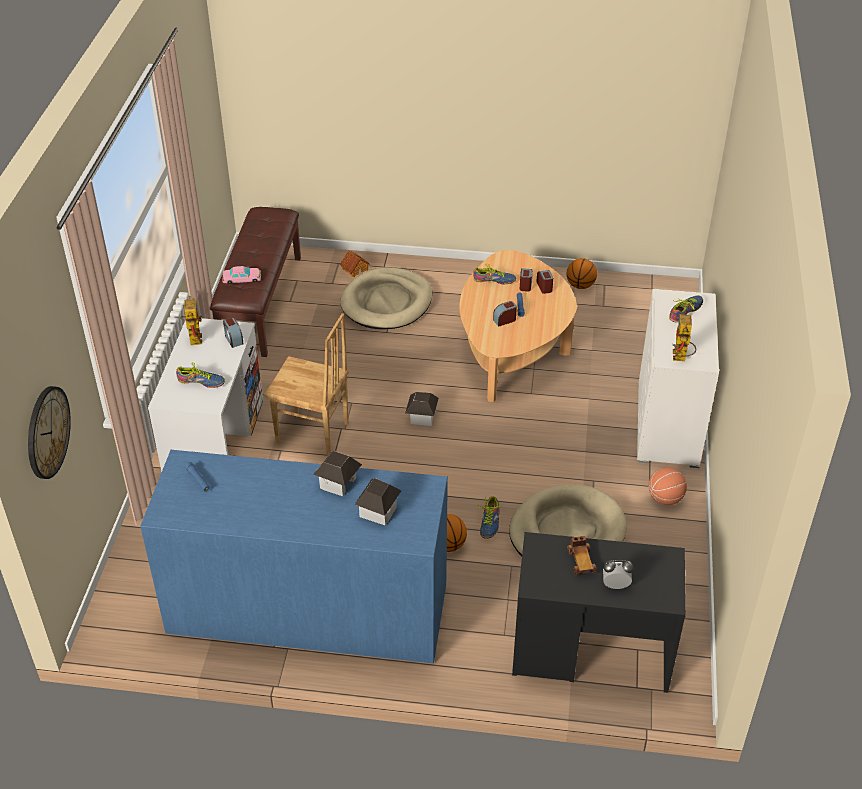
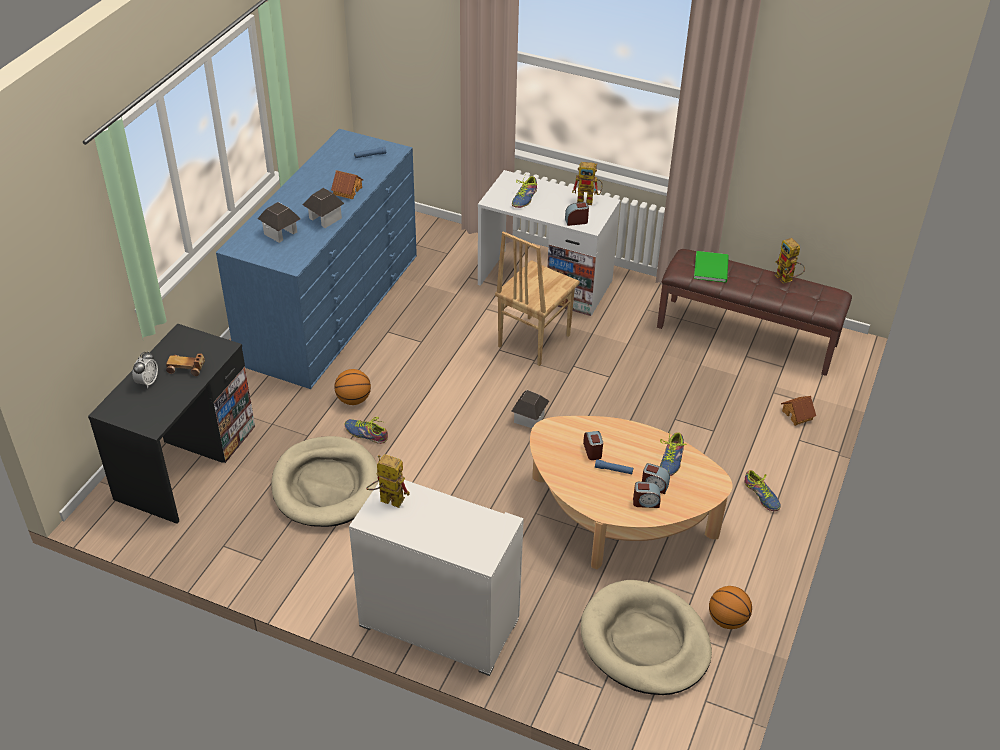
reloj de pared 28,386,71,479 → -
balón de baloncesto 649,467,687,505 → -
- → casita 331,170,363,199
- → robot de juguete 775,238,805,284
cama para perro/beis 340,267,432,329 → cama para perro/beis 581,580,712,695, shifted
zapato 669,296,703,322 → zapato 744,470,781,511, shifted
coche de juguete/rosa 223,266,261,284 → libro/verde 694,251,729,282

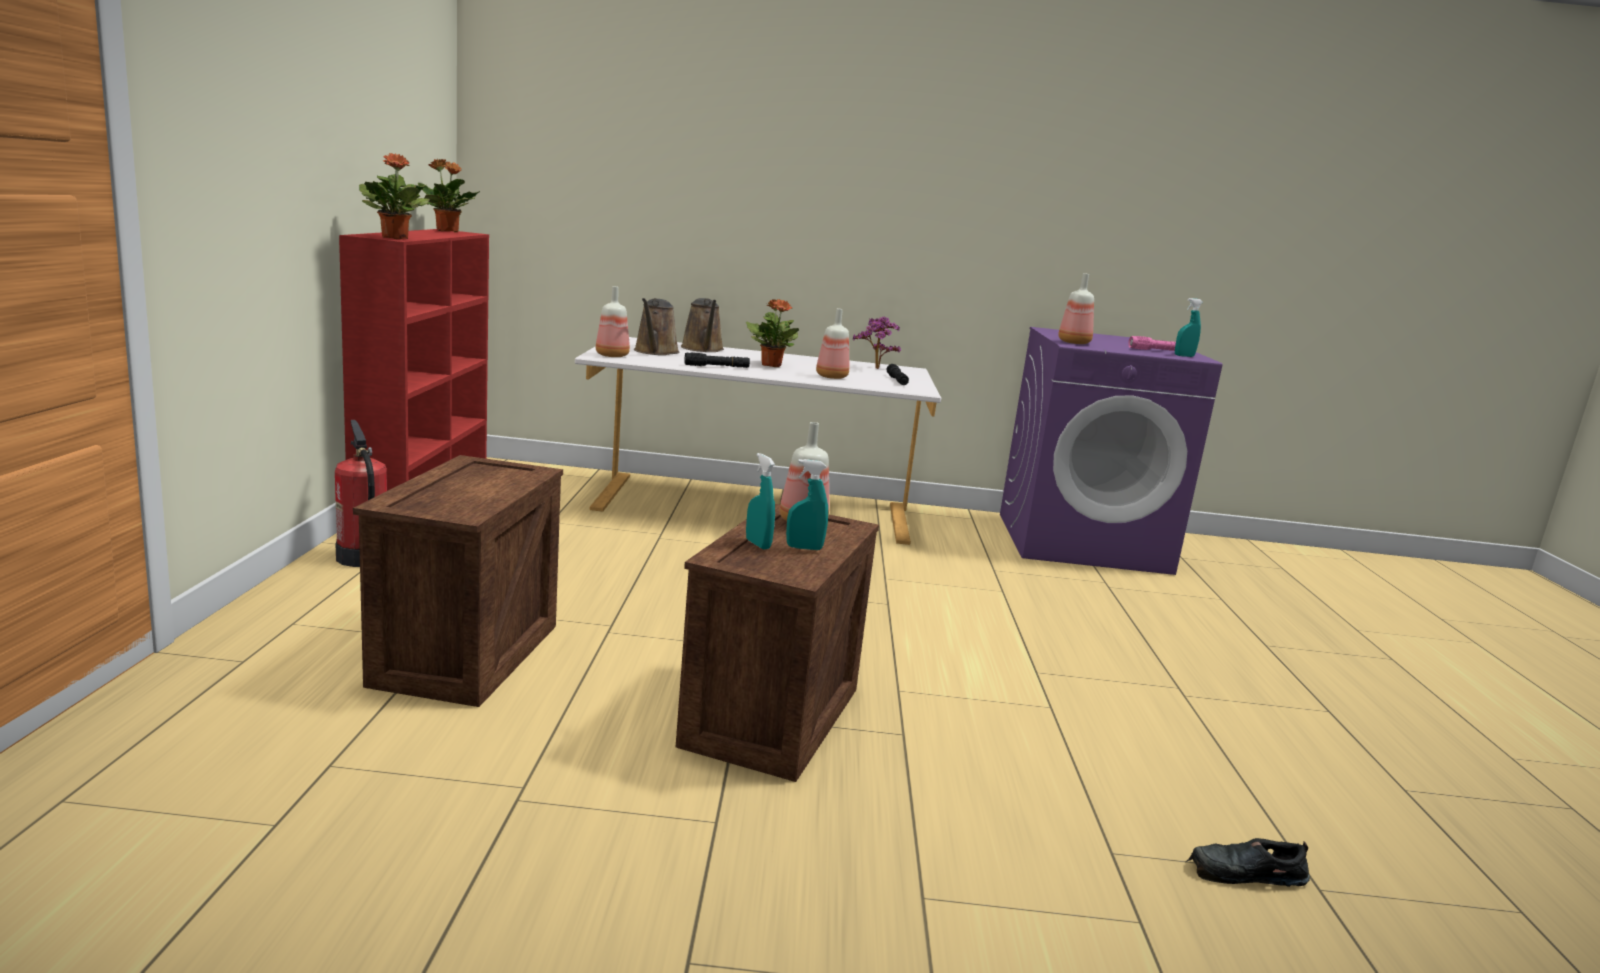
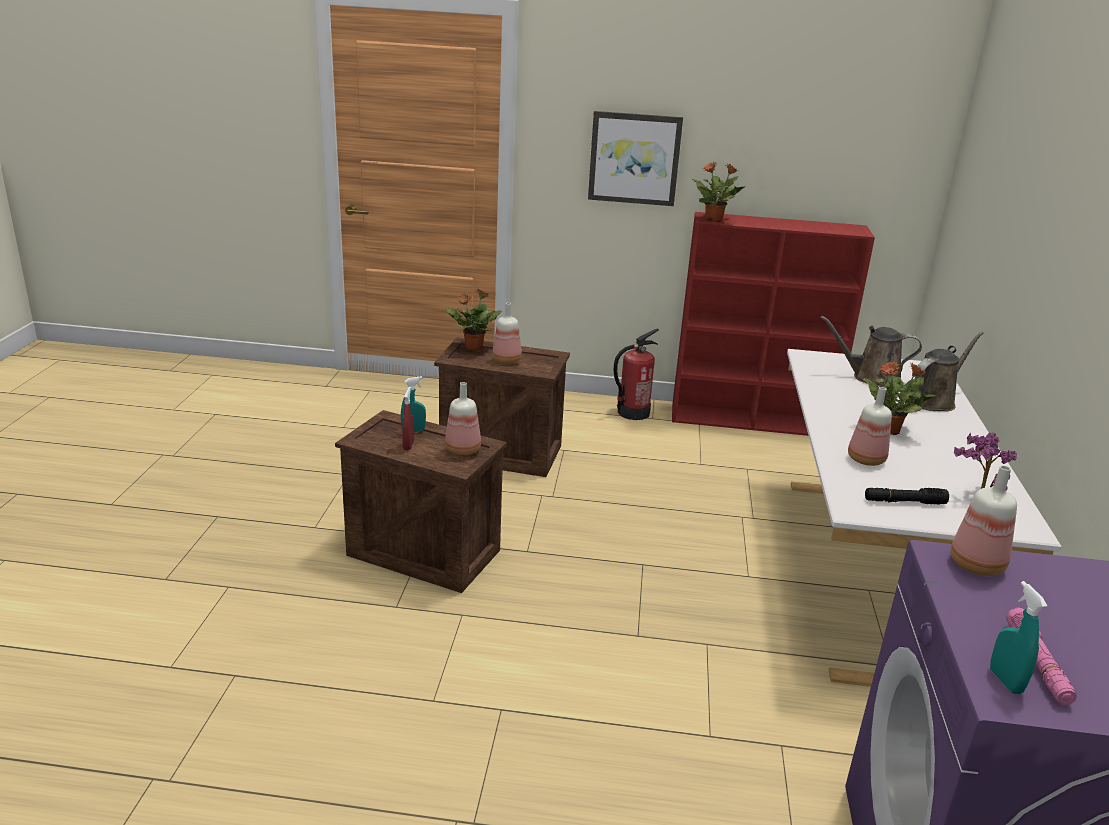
linterna/negro 684,352,750,368 → -
zapato/negro 1186,838,1310,887 → -
- → cuadro 588,111,683,206
planta en maceta 418,159,480,232 → planta en maceta 446,289,502,351, shifted
botella 596,286,630,357 → botella 492,302,522,364, shifted
pulverizador/turquesa 786,459,828,550 → pulverizador/rojo 402,387,414,450
regadera/marrón 681,298,724,352 → regadera/marrón 913,331,983,411, 150 degrees clockwise

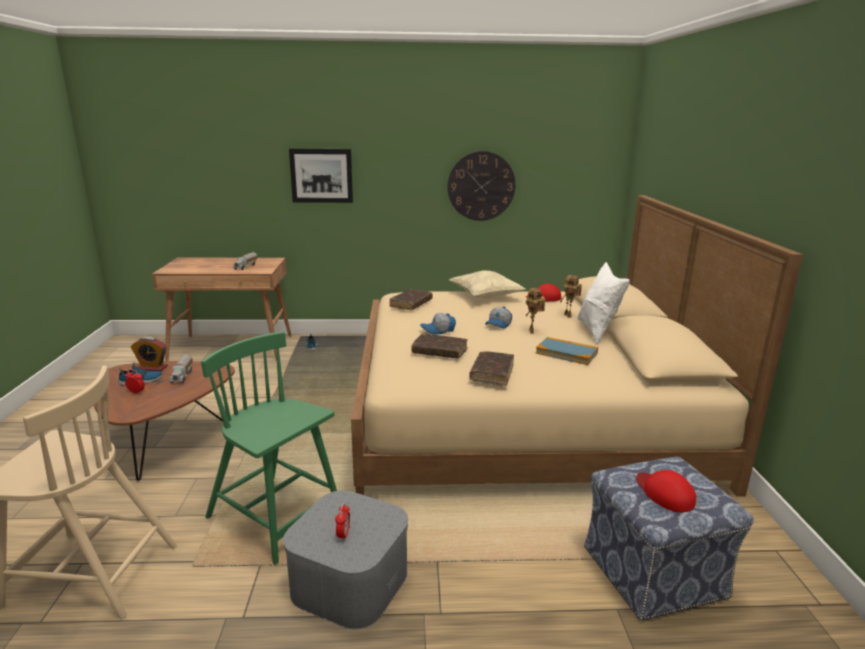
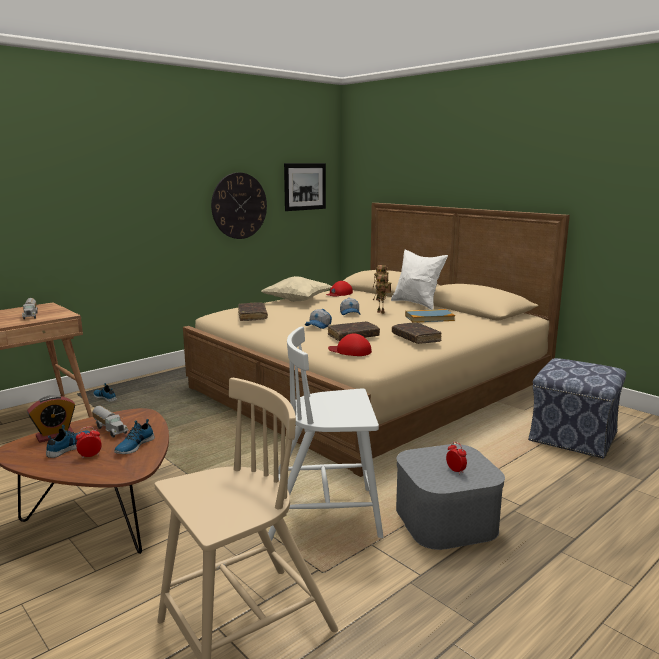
- → zapato 114,419,155,454
cuadro 289,148,353,203 → cuadro 284,163,326,211, shifted
gorra/rojo 636,470,696,512 → gorra/rojo 328,333,372,356, shifted
silla/verde 201,331,337,565 → silla/blanco 268,327,383,541

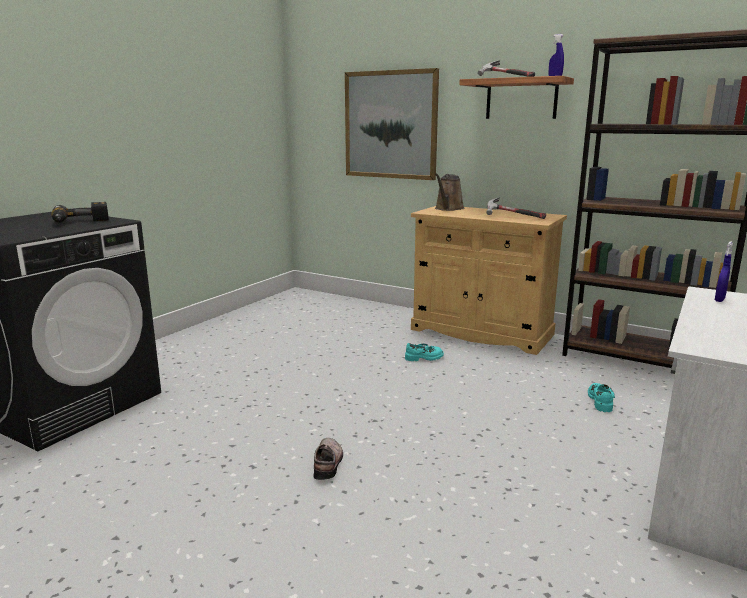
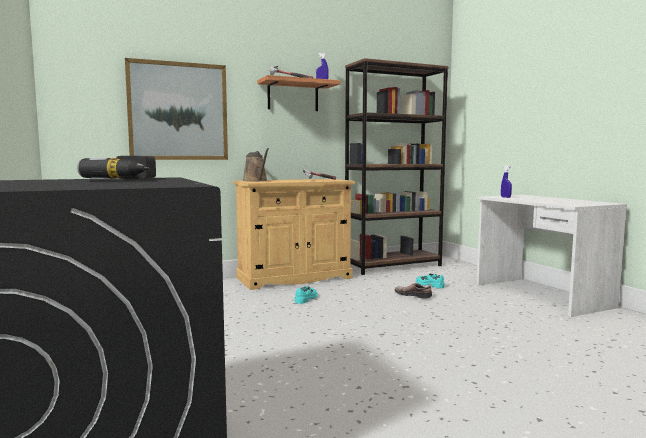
zapato 314,438,343,480 → zapato 395,283,432,299, shifted

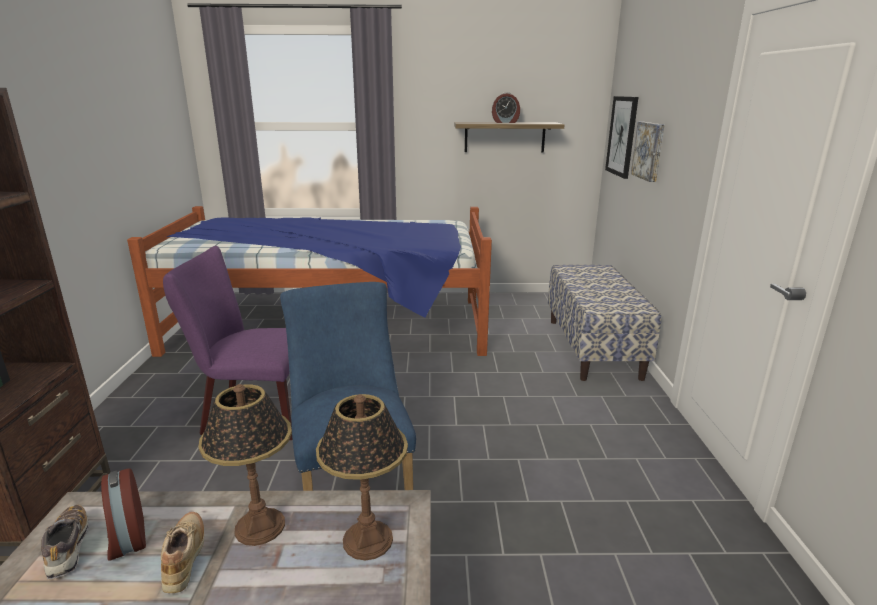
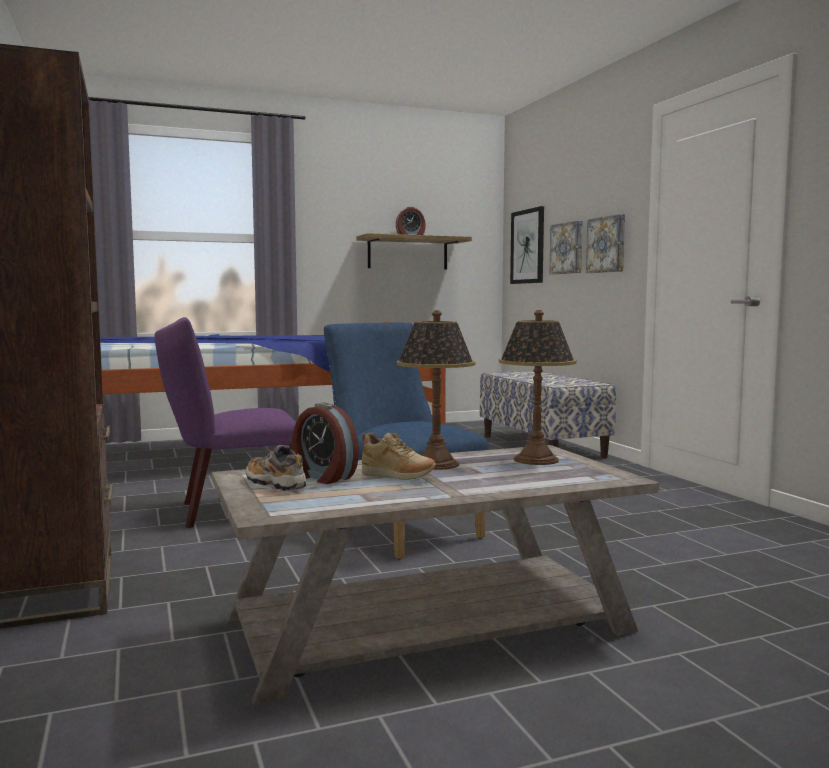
- → cuadro 586,214,625,273
zapato/beis 161,512,204,593 → zapato/beis 362,433,436,480, 150 degrees clockwise

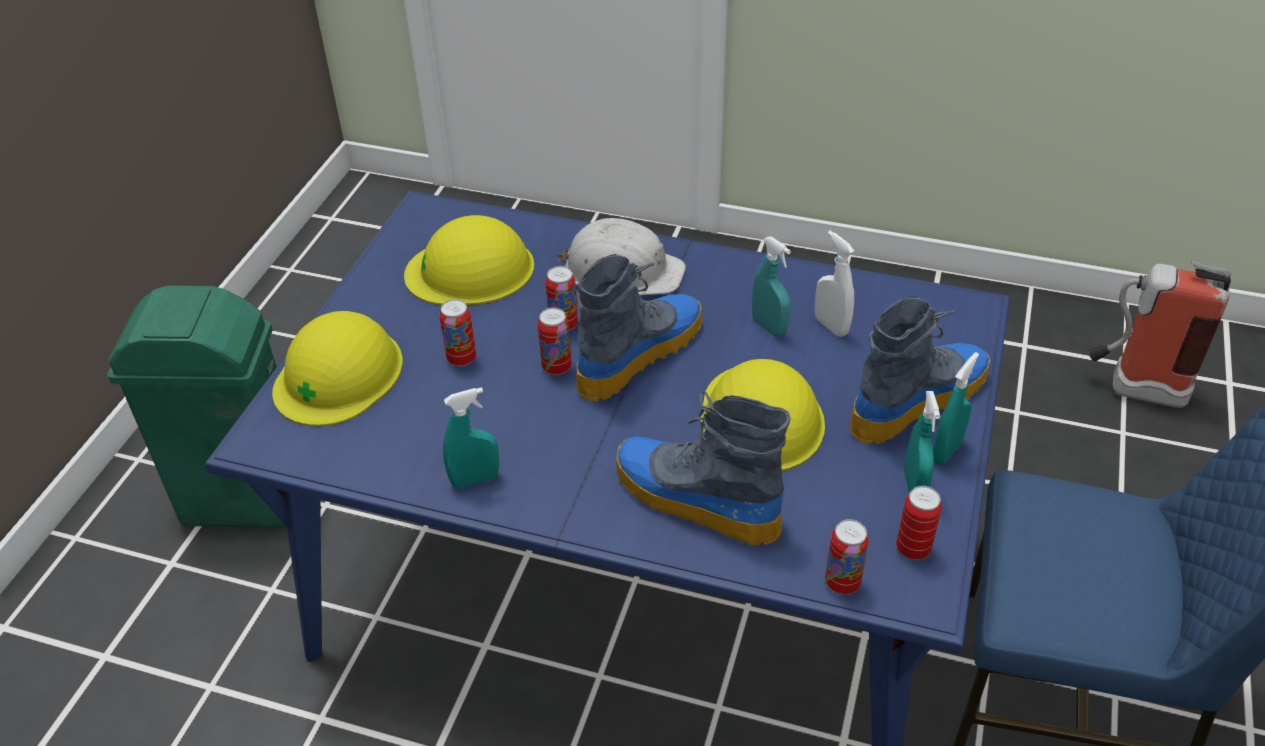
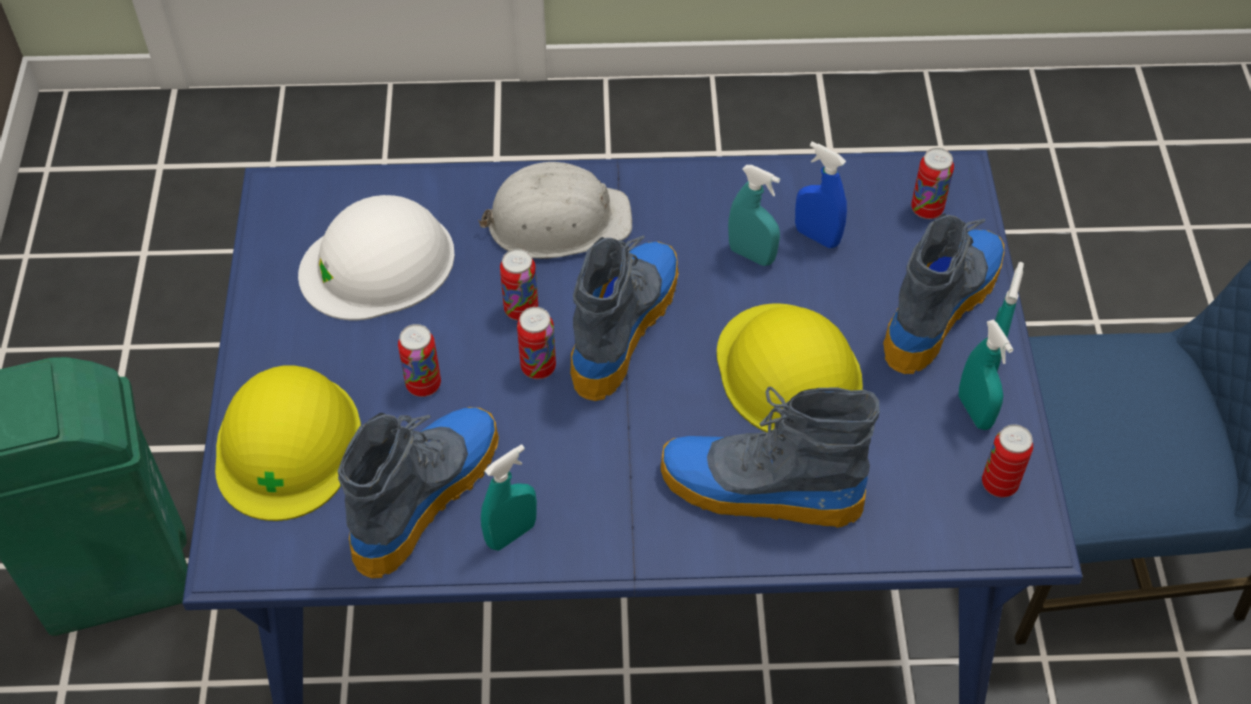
extintor 1088,260,1231,408 → -
- → bota 338,407,499,579
lata 825,519,869,595 → lata 911,148,954,219, shifted
casco/amarillo 404,215,534,305 → casco/blanco 298,195,455,320
pulverizador/blanco 815,231,854,337 → pulverizador/azul 795,141,847,248

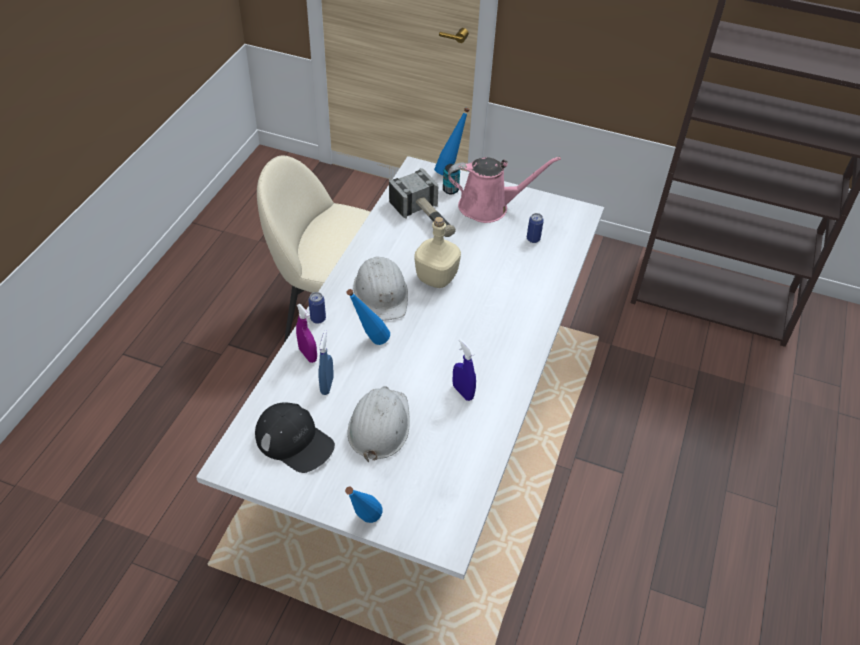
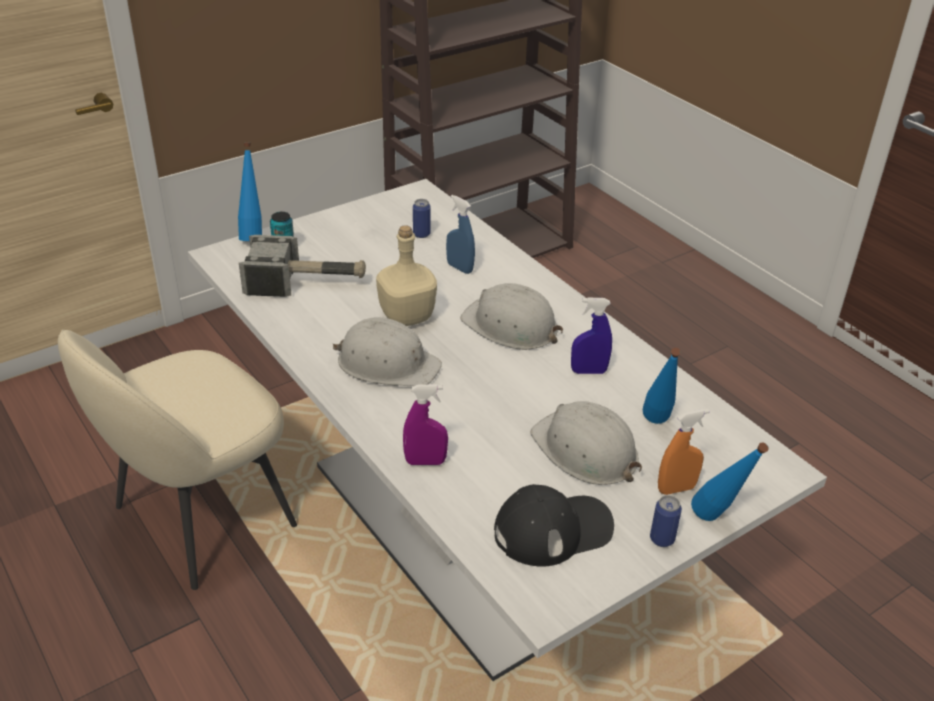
regadera/rosa 448,157,561,223 → -
- → casco/blanco 460,283,563,350
- → pulverizador/naranja 658,409,709,495
lata 308,292,326,324 → lata 650,495,682,547, shifted
pulverizador/azul 319,330,334,395 → pulverizador/azul 446,195,475,274, shifted
botella/azul 347,289,390,345 → botella/azul 643,348,681,424, shifted

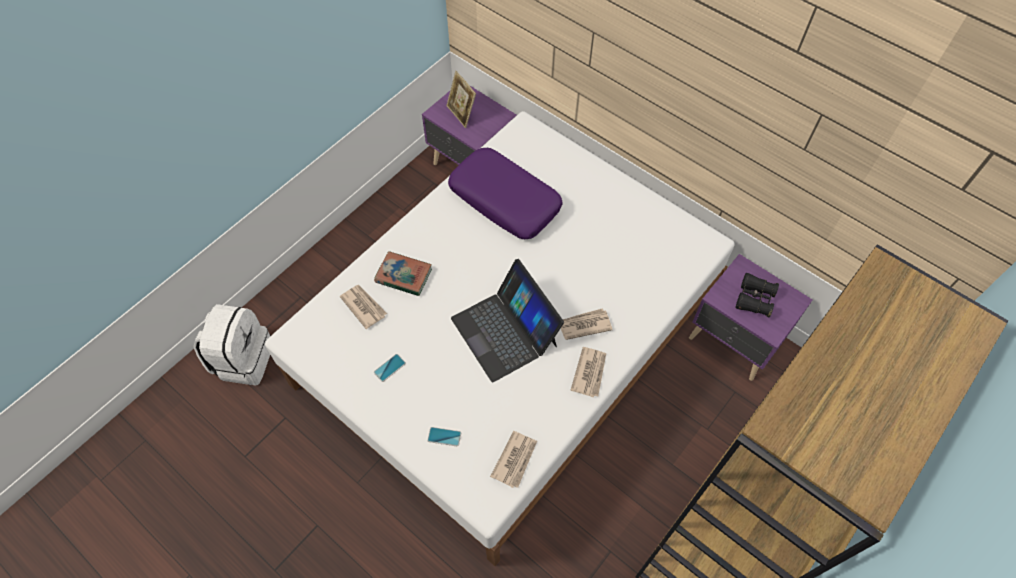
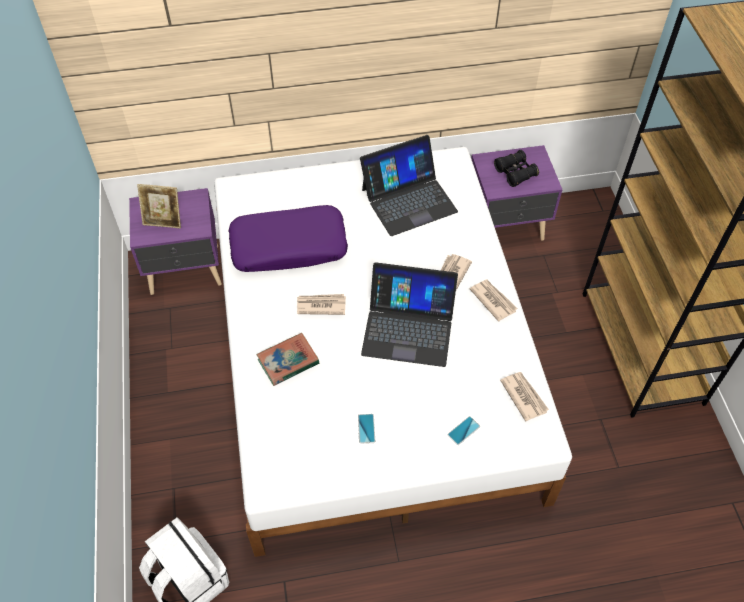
- → portátil 360,135,458,236
periódico 340,285,387,329 → periódico 297,294,346,315, shifted

